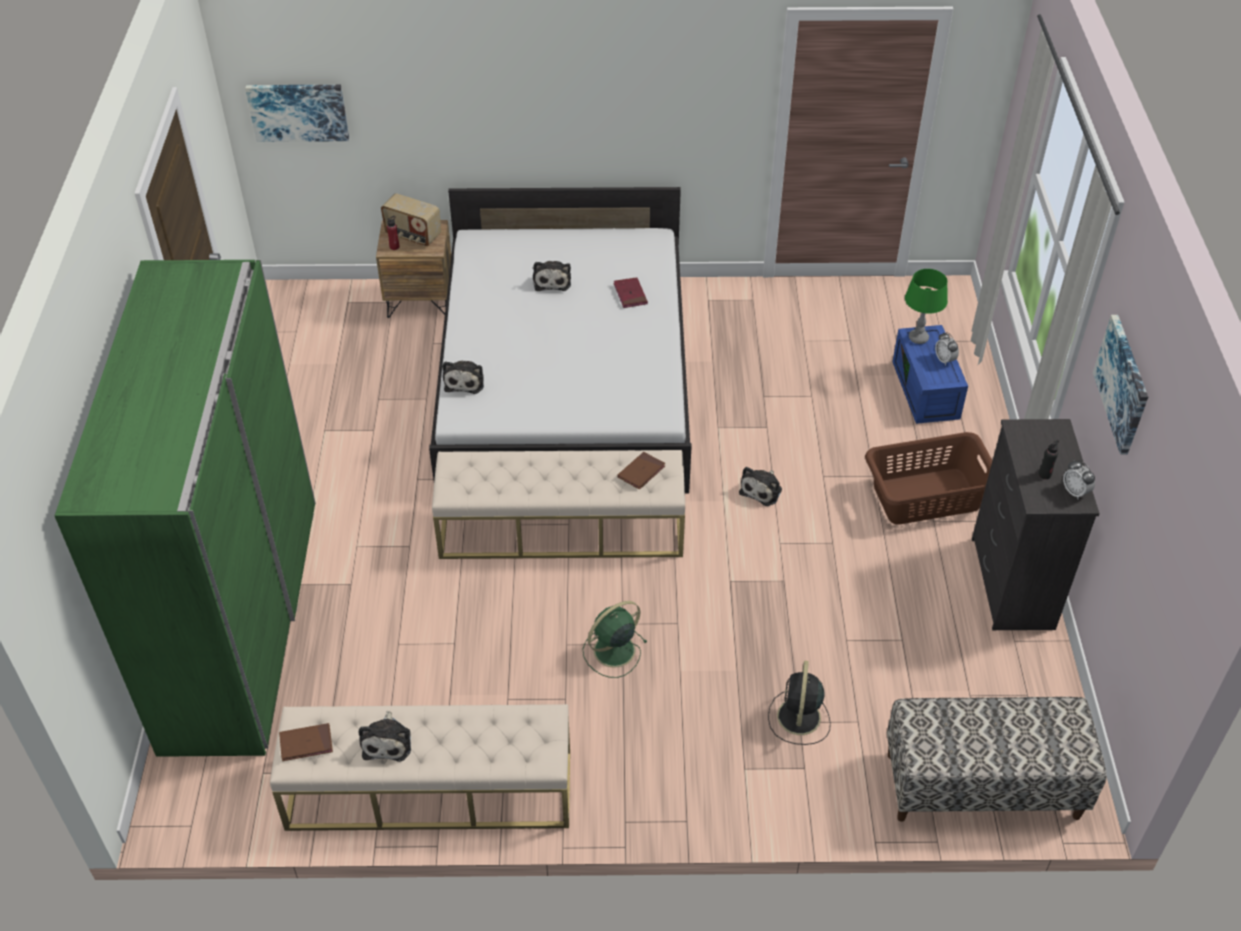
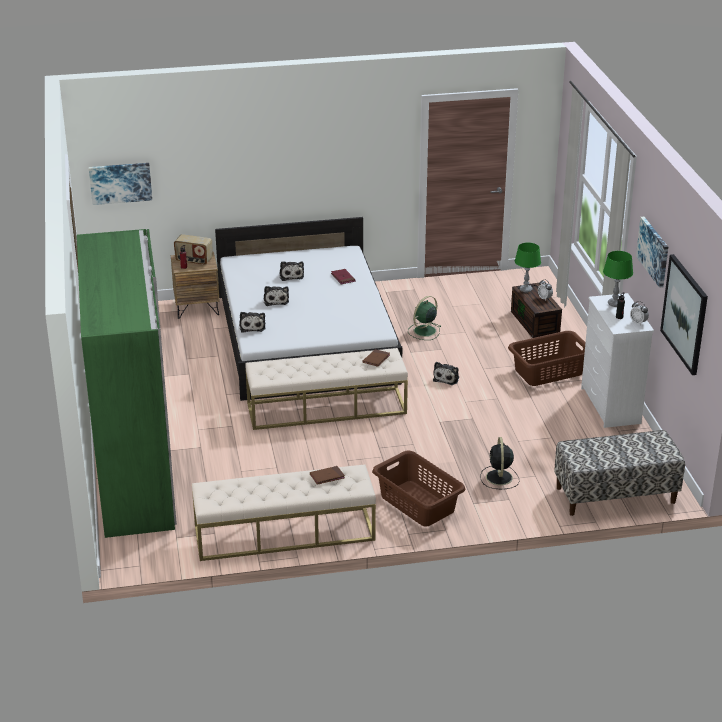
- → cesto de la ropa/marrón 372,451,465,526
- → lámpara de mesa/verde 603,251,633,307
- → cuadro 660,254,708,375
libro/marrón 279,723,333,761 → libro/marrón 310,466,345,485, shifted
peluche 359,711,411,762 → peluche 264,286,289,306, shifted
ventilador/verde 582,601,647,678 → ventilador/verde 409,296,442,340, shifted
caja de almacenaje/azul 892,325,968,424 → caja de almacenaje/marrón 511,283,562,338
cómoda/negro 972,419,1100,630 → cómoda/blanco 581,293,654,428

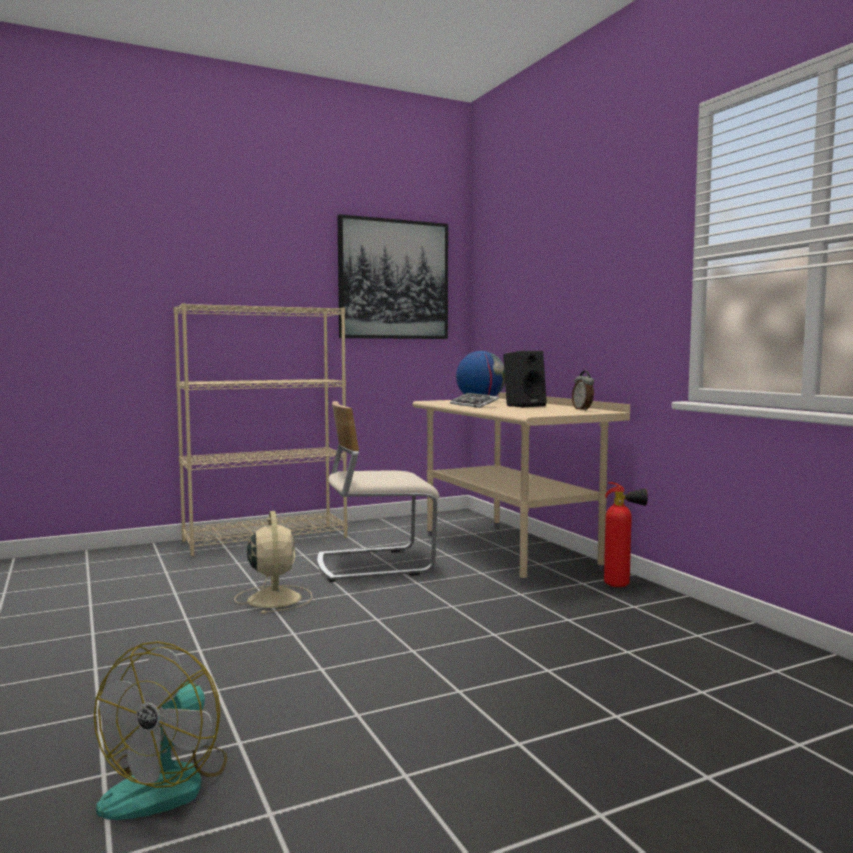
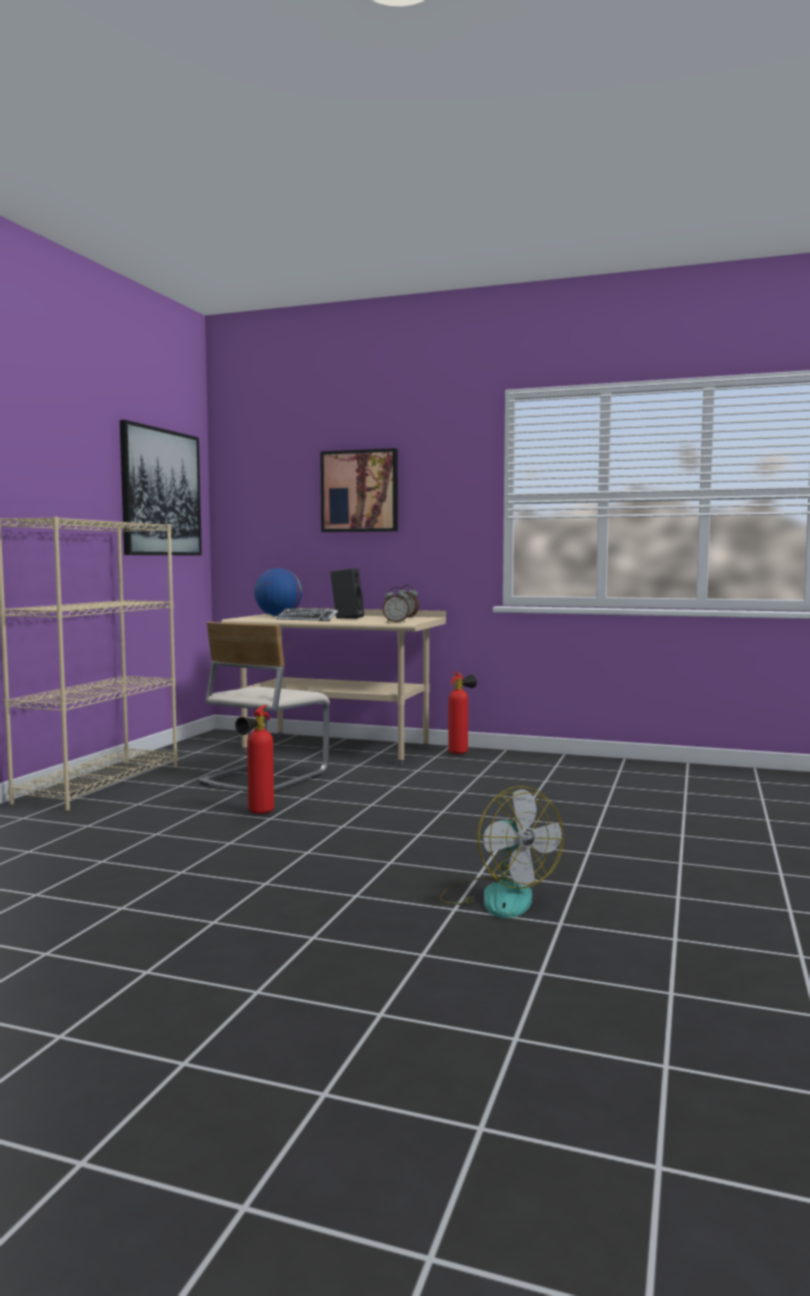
- → cuadro 320,448,398,532
- → despertador 383,587,409,622
ventilador/beis 235,511,313,614 → extintor 235,705,274,814

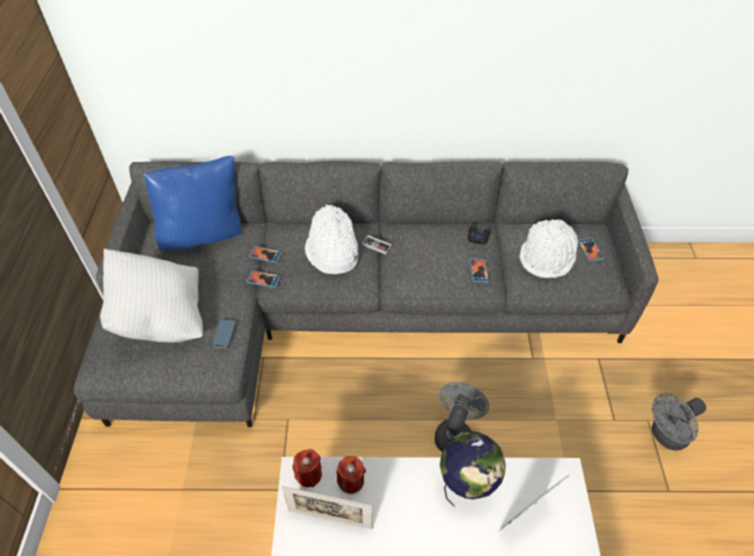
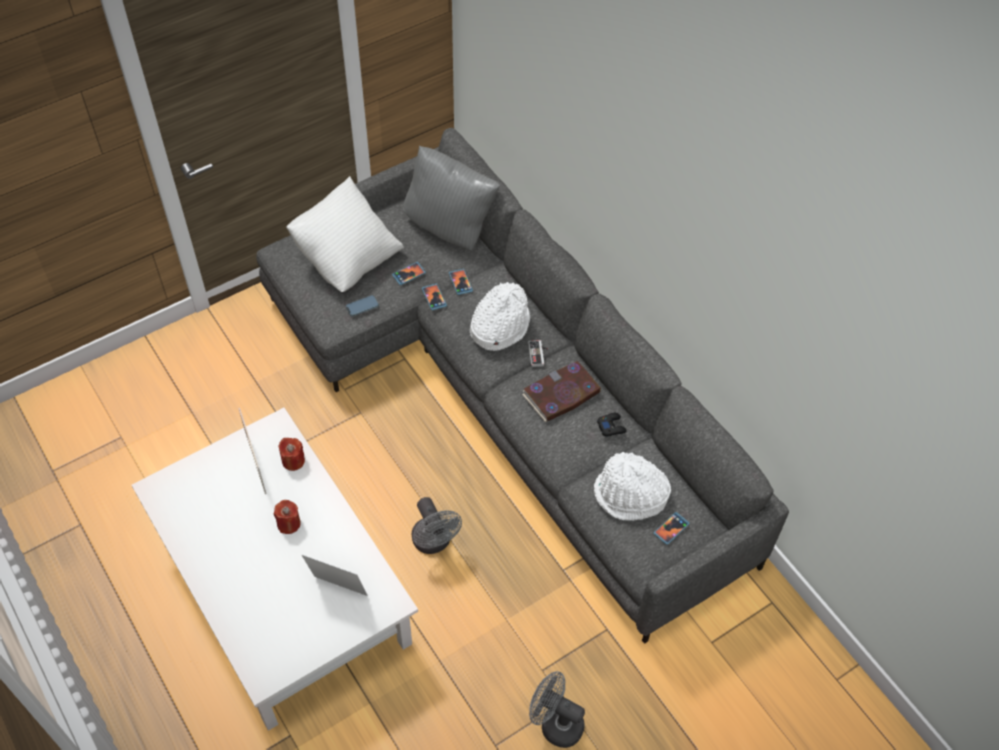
globo terráqueo 440,431,506,506 → -
- → libro 522,361,601,422
vela/rojo 292,449,322,487 → vela/rojo 274,500,301,534, shifted
móvil 470,259,489,283 → móvil 392,262,426,285, shifted
cojín/azul 143,156,241,251 → cojín/gris 403,145,500,251
ventilador/gris 435,382,489,452 → ventilador/gris 412,497,462,554, 75 degrees clockwise

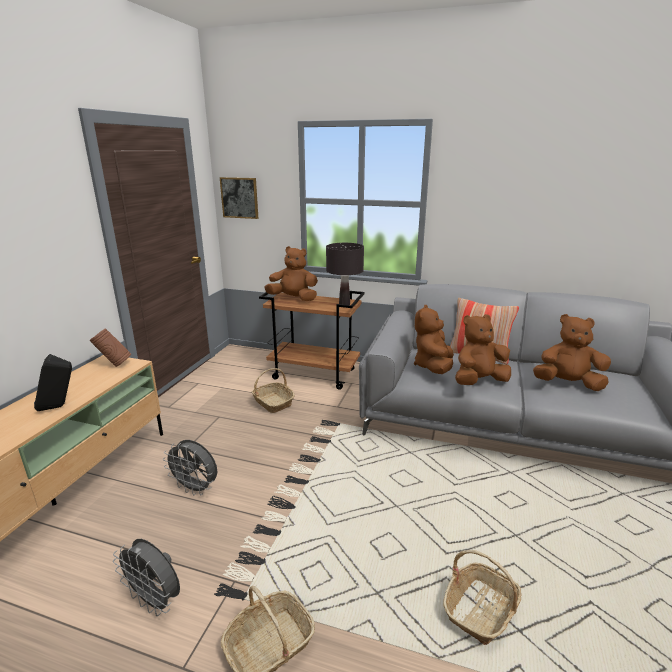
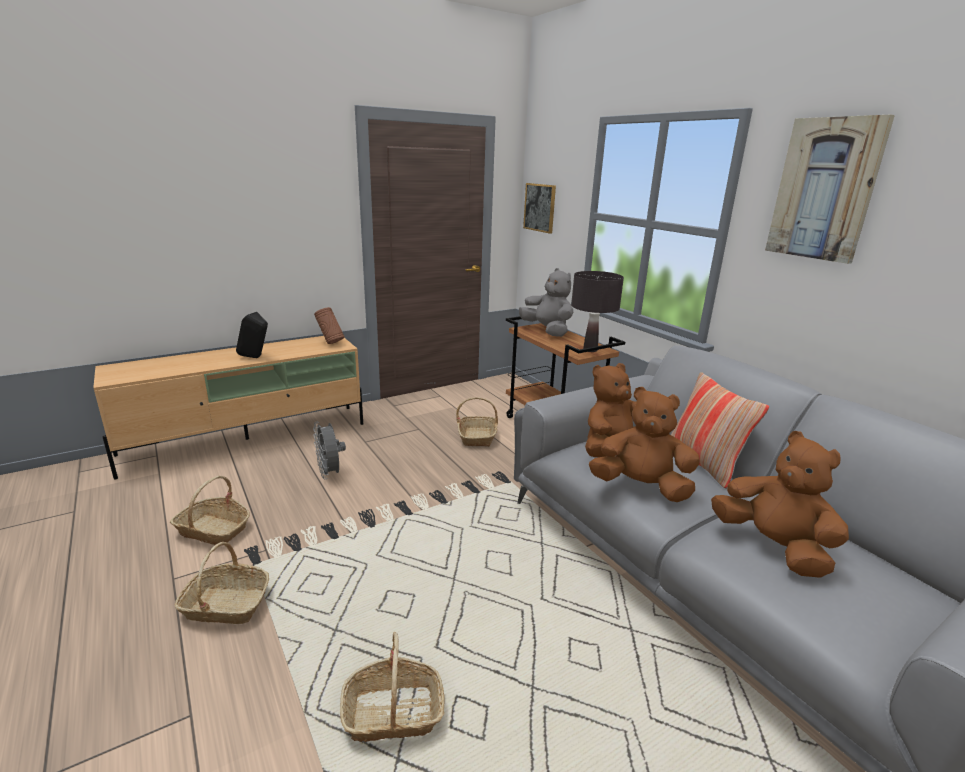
- → cuadro 765,115,895,264
ventilador/gris 113,539,180,616 → cesta 170,476,250,546
peluche/marrón 264,246,318,301 → peluche/gris 519,268,573,337

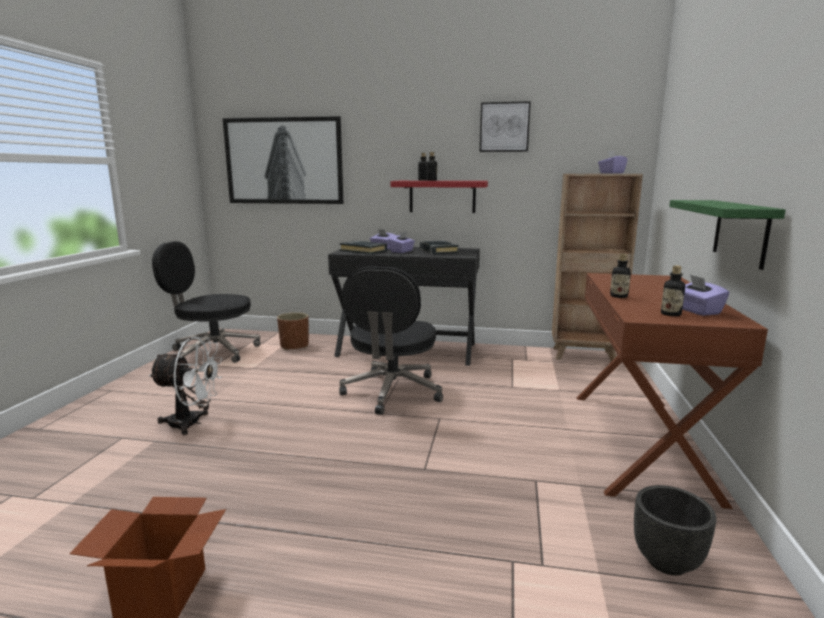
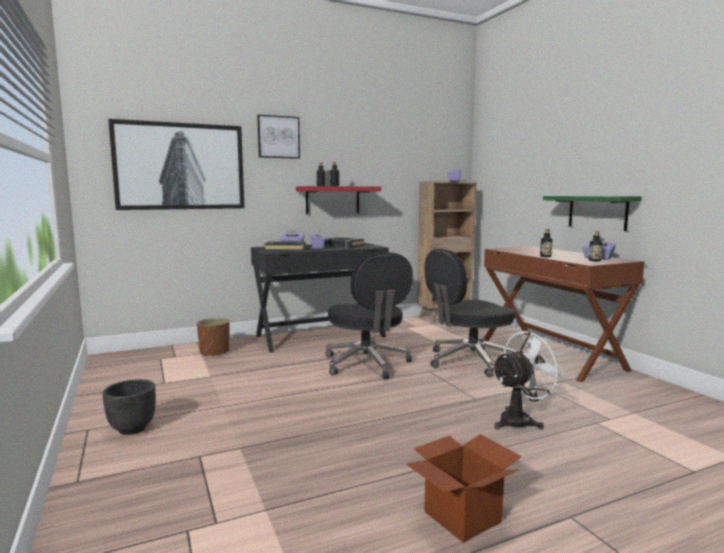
ventilador/blanco 148,337,223,435 → ventilador/blanco 492,330,567,430, shifted
silla de oficina/negro 152,241,260,363 → silla de oficina/negro 424,249,518,377, shifted
cuadro 480,101,531,152 → cuadro 257,115,300,159, shifted
maceta/negro 634,485,716,575 → maceta/negro 103,379,156,435, shifted

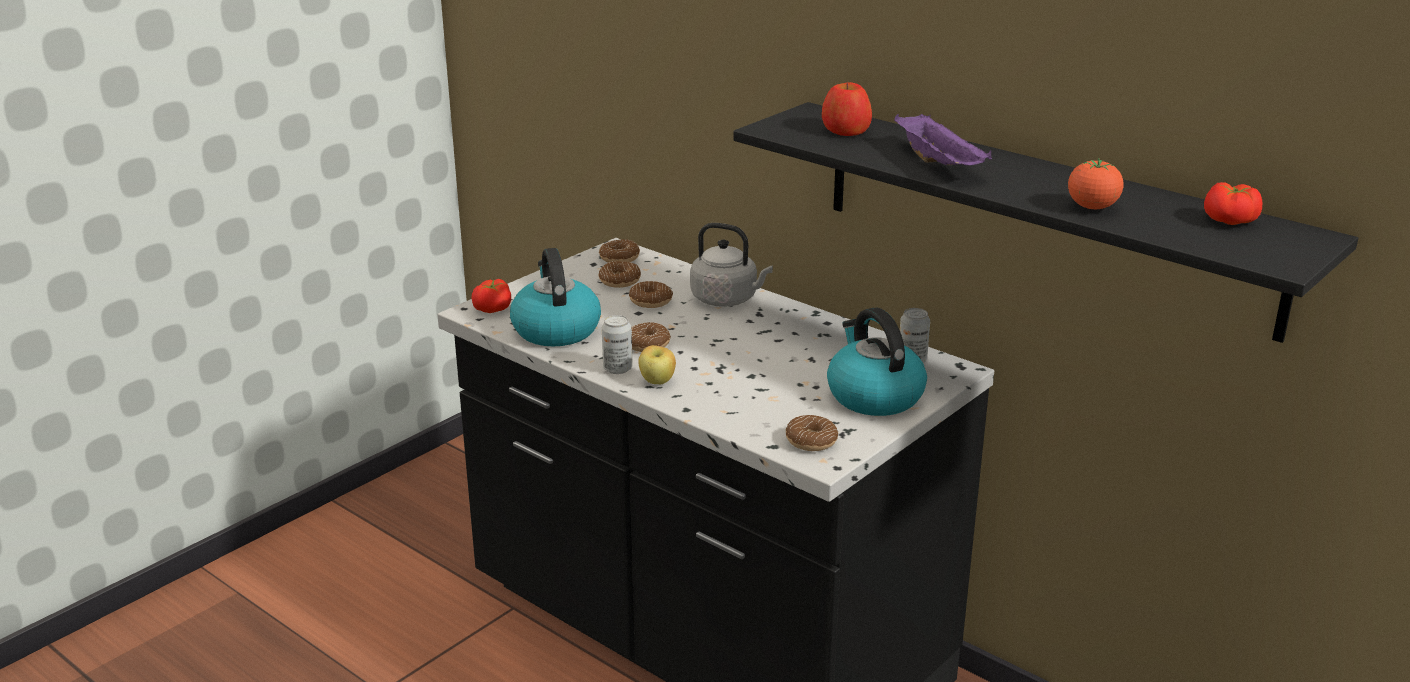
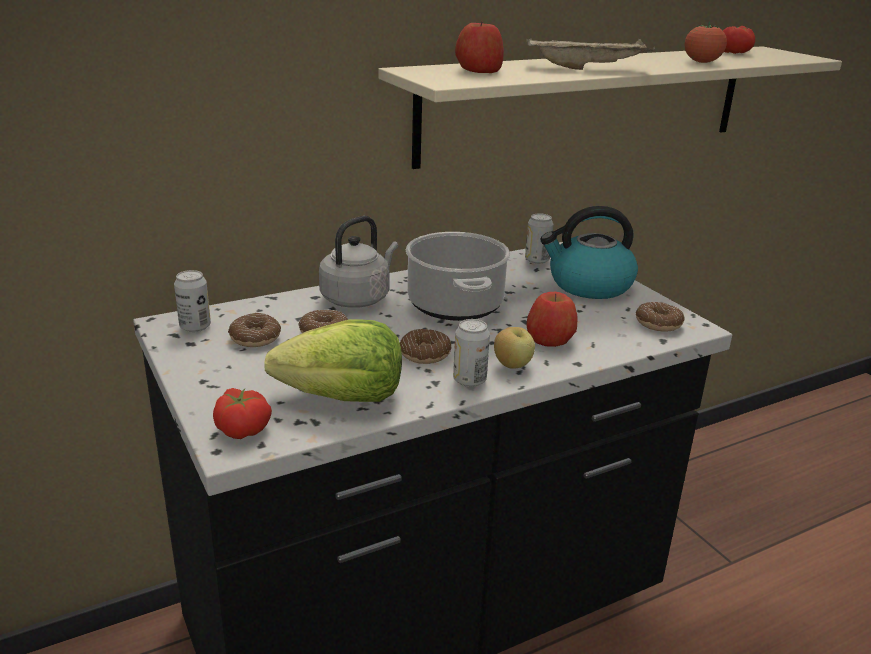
- → olla 406,232,510,321
- → manzana 526,292,577,347
hervidor 510,248,601,346 → lechuga 264,319,402,402
rosquilla 599,239,640,263 → lata 174,270,211,332
estante/negro 733,102,1358,343 → estante/beis 378,46,842,169
bandeja/morado 894,114,992,165 → bandeja/beis 527,37,655,70

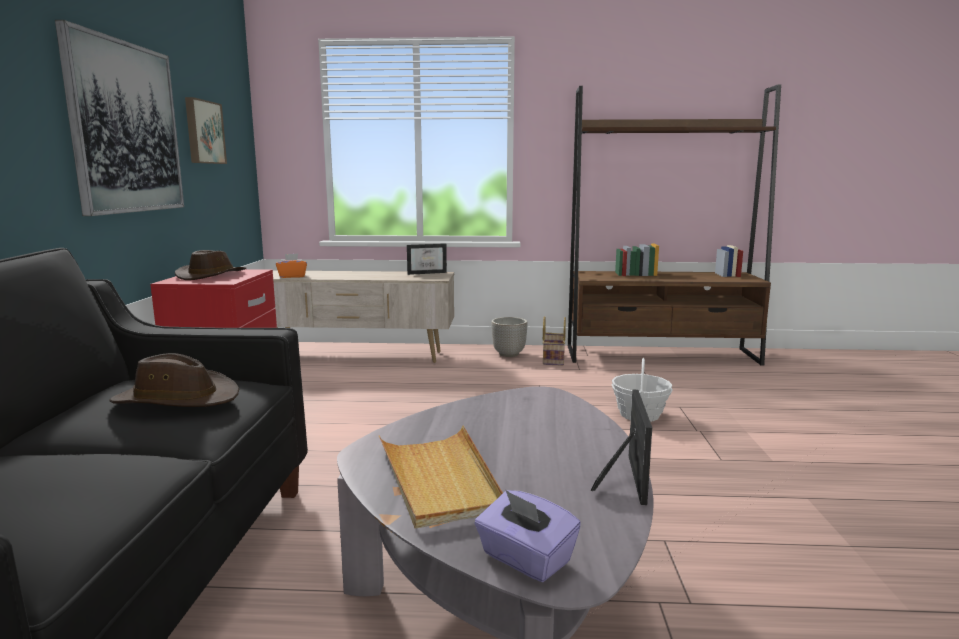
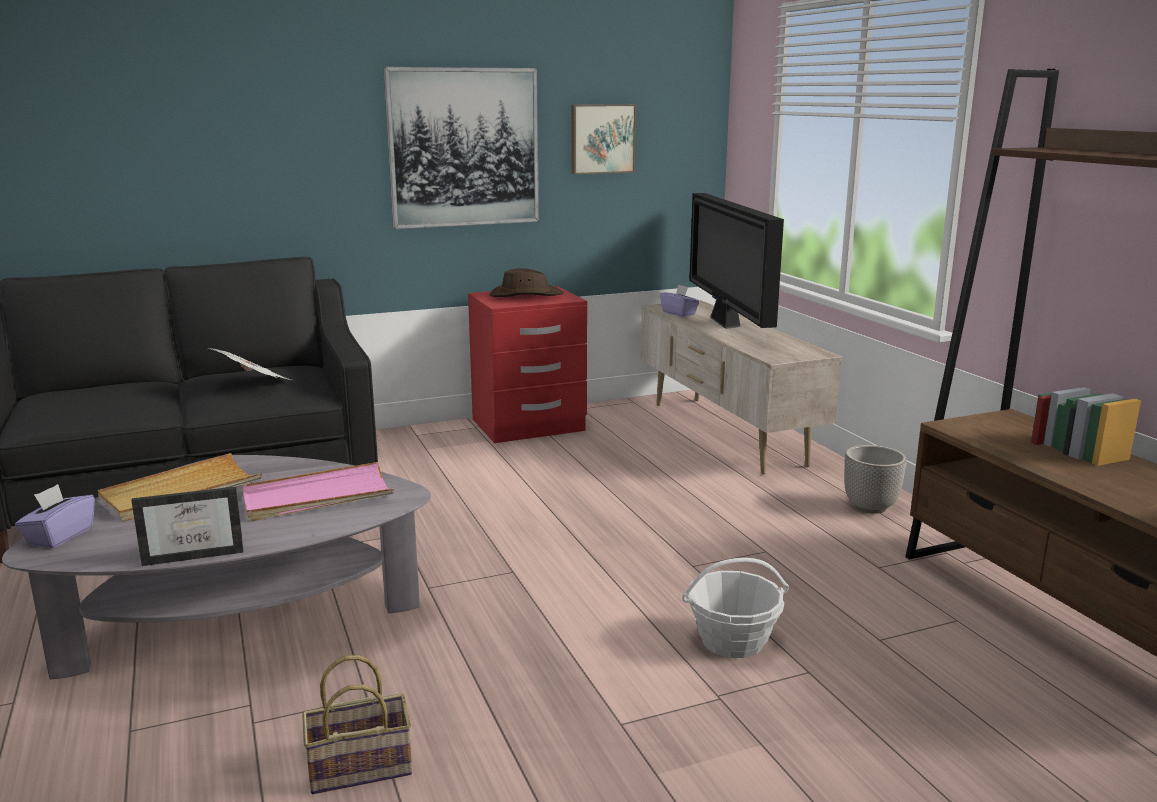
portarretratos 407,243,447,275 → -
- → bandeja/rosa 242,462,394,521
- → televisor 689,193,784,329
cesta 542,316,566,366 → cesta 302,655,412,794, shifted
sombrero/marrón 110,353,239,407 → periódico 209,348,291,380
caja de pañuelos/naranja 276,254,307,278 → caja de pañuelos/morado 660,284,700,317

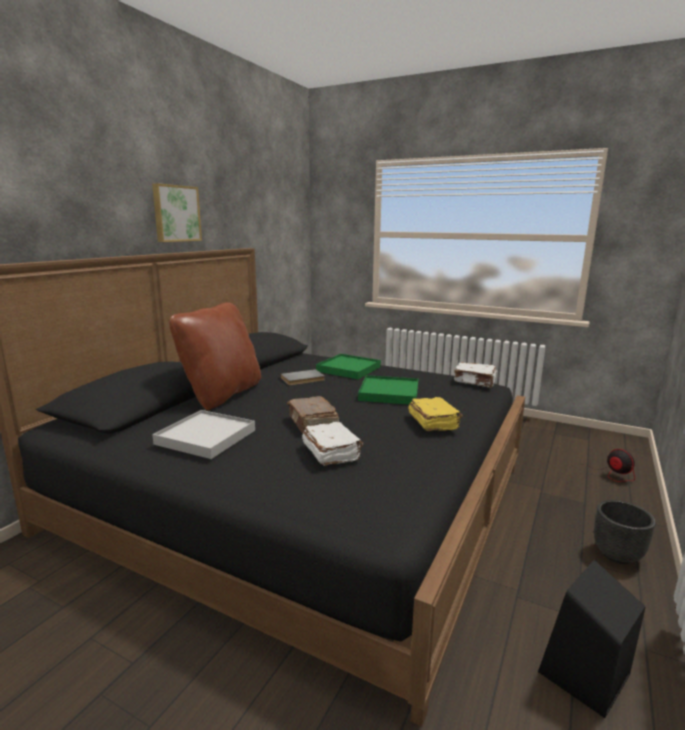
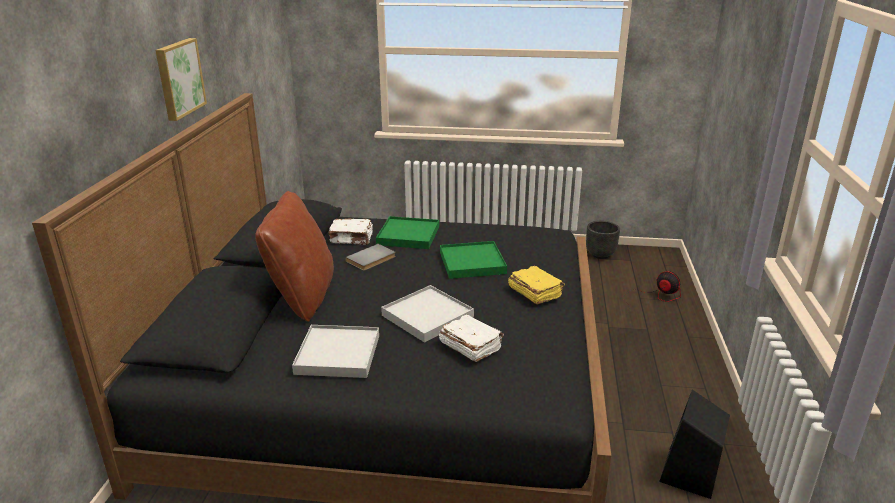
libro/blanco 454,362,497,388 → libro/blanco 328,219,373,245, shifted
maceta/negro 594,500,656,564 → maceta/negro 586,221,620,259, shifted
libro/marrón 287,396,339,433 → bandeja/blanco 381,285,474,343

